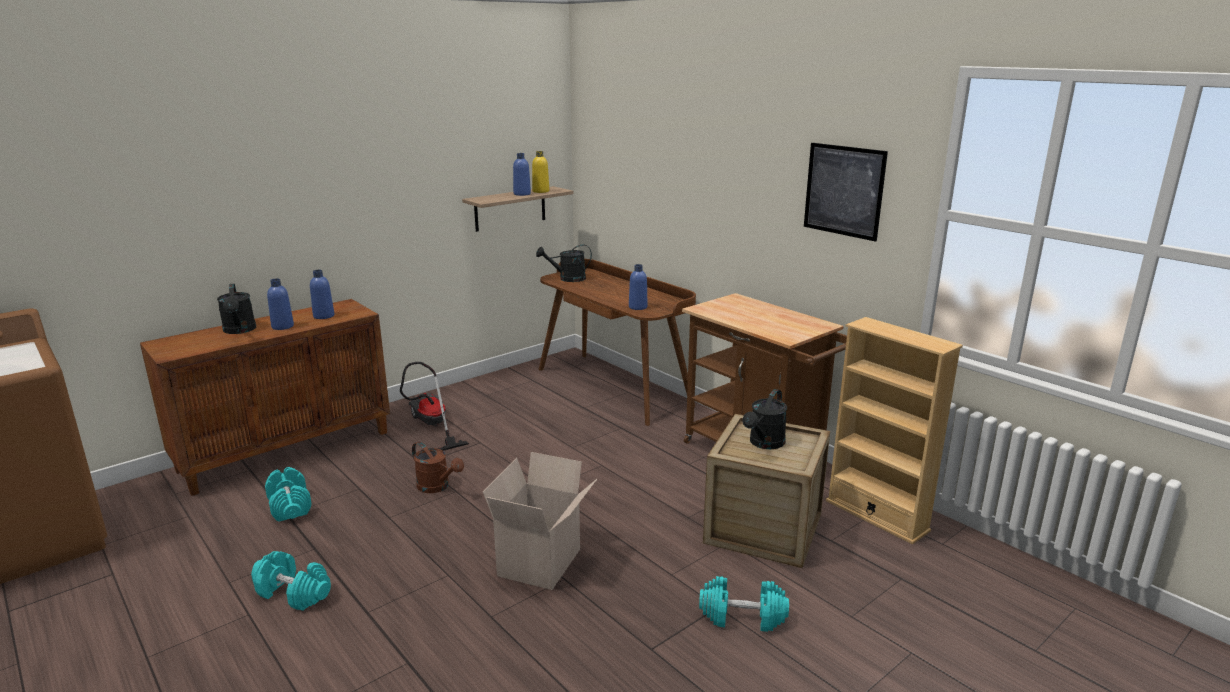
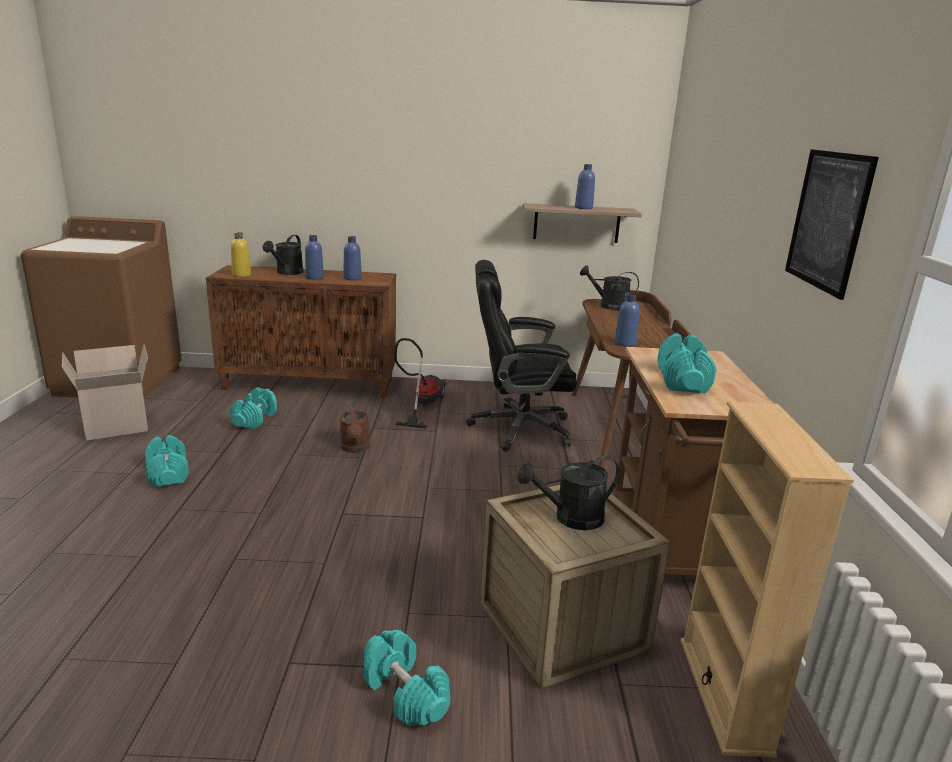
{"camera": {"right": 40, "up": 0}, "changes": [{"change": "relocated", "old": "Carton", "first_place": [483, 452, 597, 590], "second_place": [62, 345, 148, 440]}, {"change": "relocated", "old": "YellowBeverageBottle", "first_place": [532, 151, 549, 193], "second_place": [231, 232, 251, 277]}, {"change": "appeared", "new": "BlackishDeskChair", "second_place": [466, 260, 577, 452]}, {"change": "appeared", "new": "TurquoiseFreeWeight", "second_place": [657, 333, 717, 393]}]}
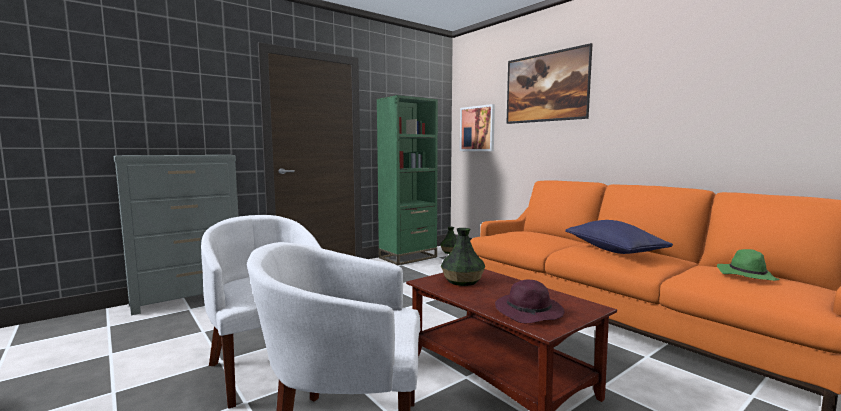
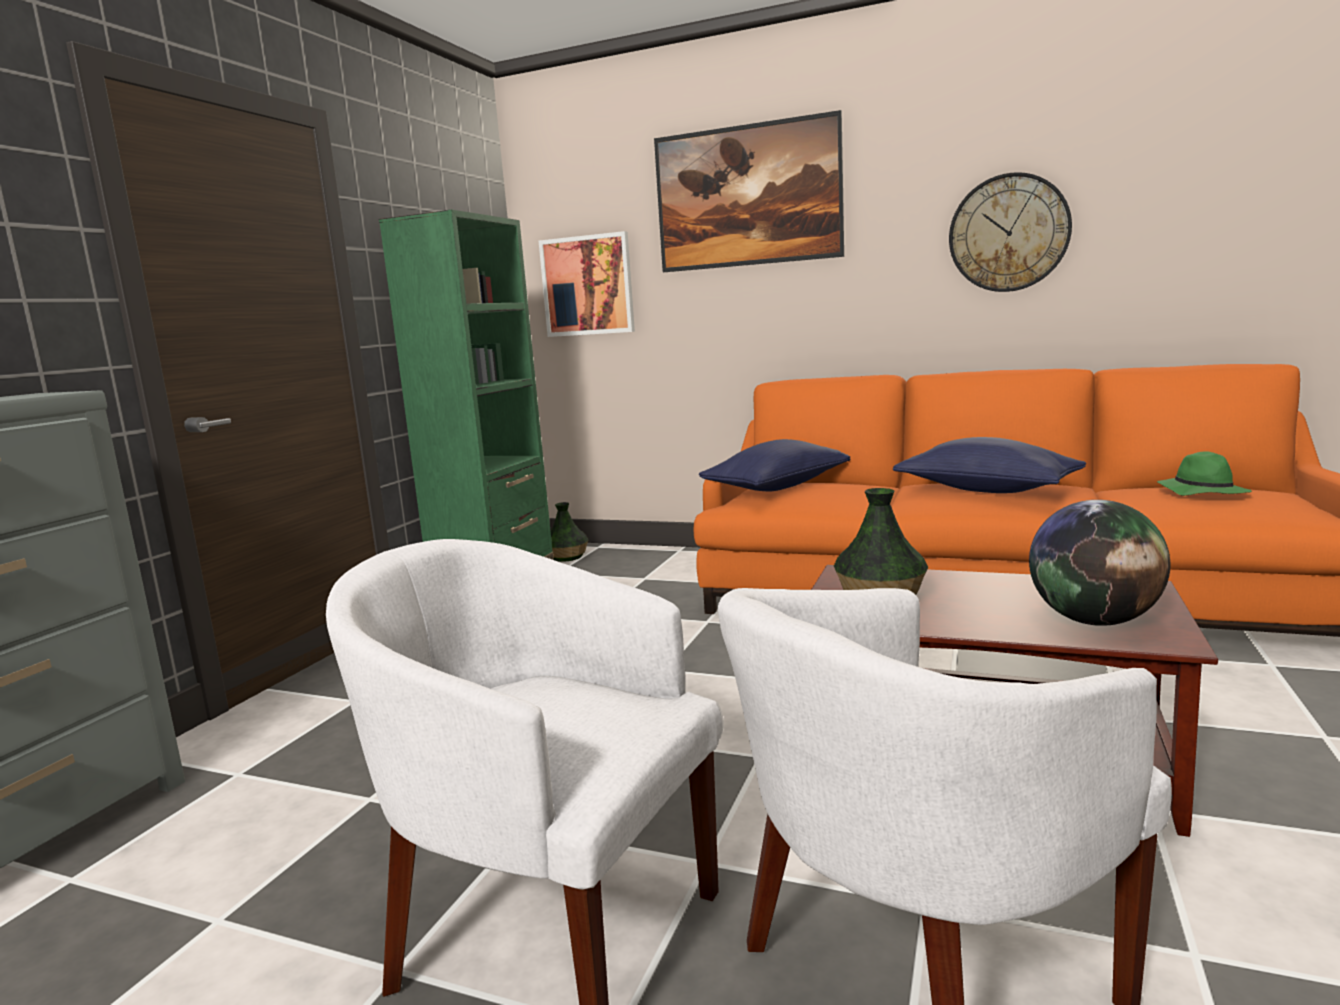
{"camera": {"right": -30, "up": 5}, "changes": [{"change": "appeared", "new": "BlueColouredCushion", "second_place": [699, 439, 850, 491]}, {"change": "appeared", "new": "WallClock", "second_place": [949, 172, 1072, 292]}, {"change": "exchanged", "old": "PurpleColouredWearableHat", "new": "WorldGlobe", "first_place": [495, 280, 564, 323], "second_place": [1029, 500, 1170, 626]}]}
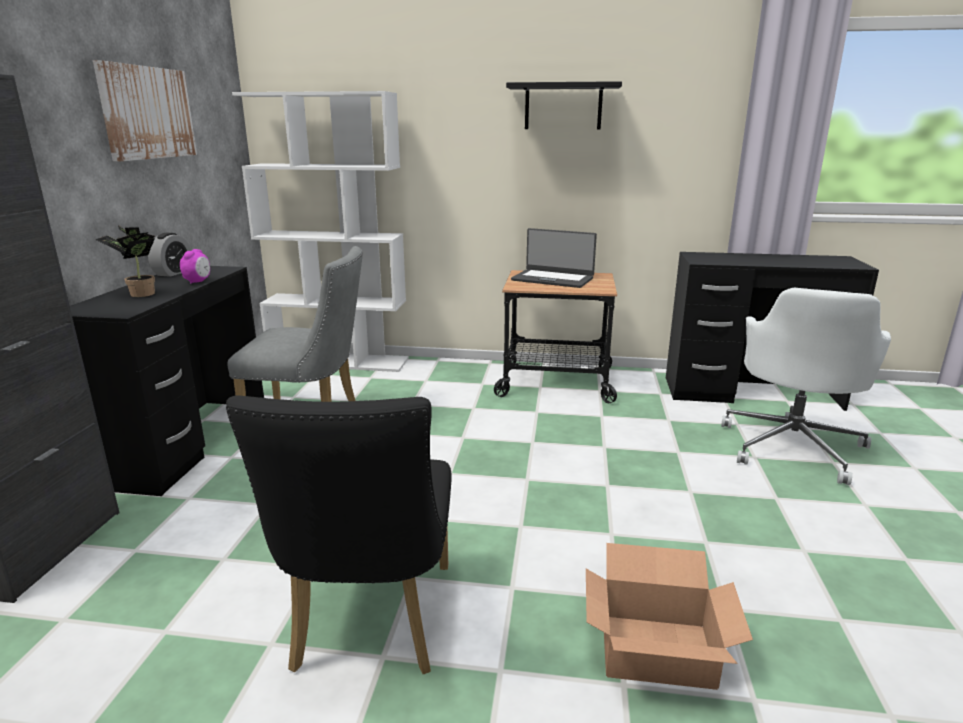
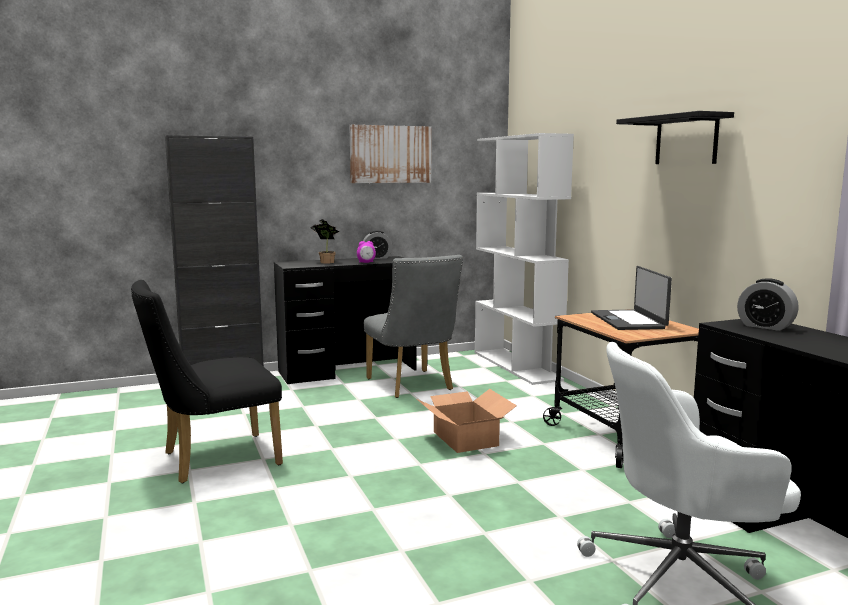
{"camera": {"right": 60, "up": -10}, "changes": [{"change": "relocated", "old": "Carton", "first_place": [586, 543, 753, 690], "second_place": [417, 389, 517, 453]}, {"change": "appeared", "new": "TableClock", "second_place": [737, 278, 799, 331]}]}
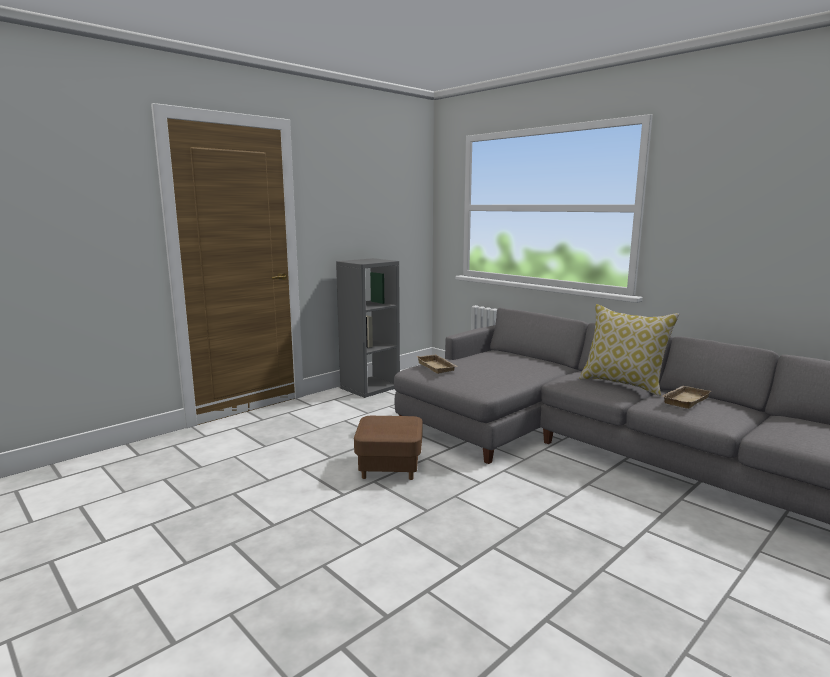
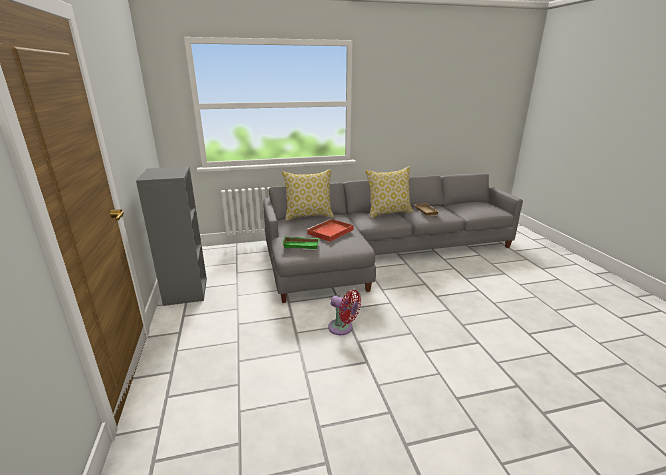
{"camera": {"right": -60, "up": 10}, "changes": [{"change": "appeared", "new": "Cushion", "second_place": [282, 169, 334, 221]}, {"change": "colour", "old": "SandColouredTray", "new": "GreenTray", "first_place": [416, 354, 458, 374], "second_place": [282, 237, 320, 249]}, {"change": "appeared", "new": "RedColouredTray", "second_place": [306, 219, 354, 242]}, {"change": "exchanged", "old": "BrownishPouffe", "new": "RedColouredElectricFan", "first_place": [354, 416, 423, 480], "second_place": [328, 290, 361, 335]}]}
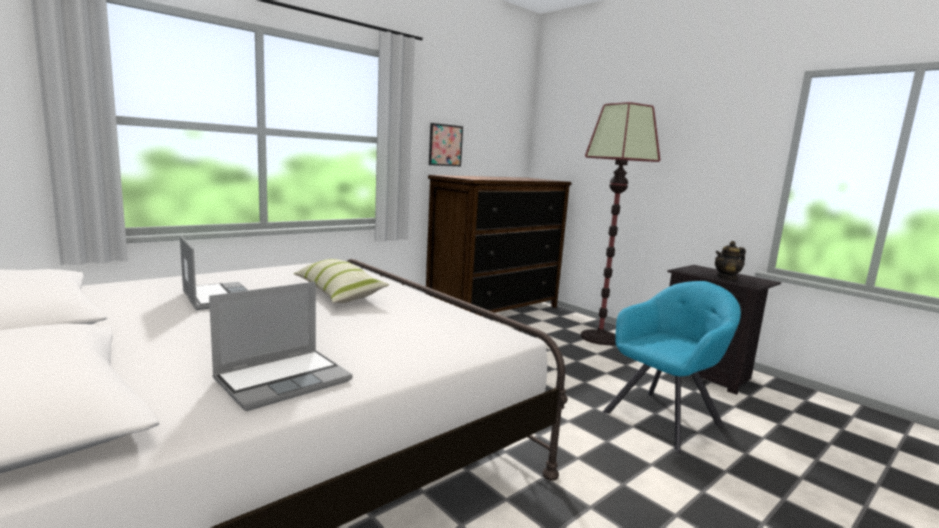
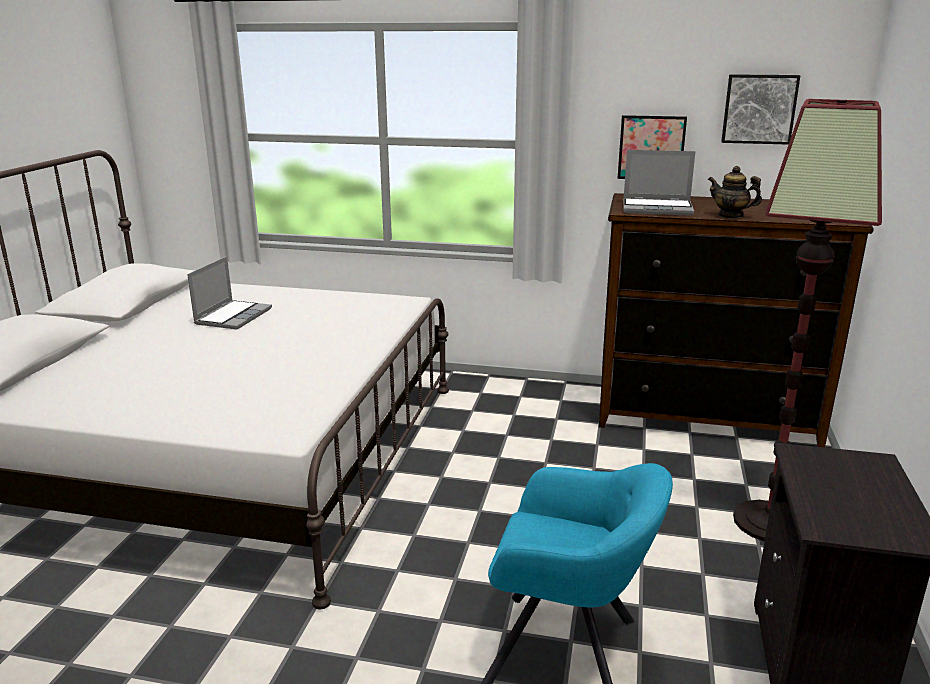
{"camera": {"right": 55, "up": 10}, "changes": [{"change": "relocated", "old": "PortableComputer", "first_place": [209, 282, 352, 411], "second_place": [623, 150, 695, 216]}, {"change": "relocated", "old": "TeaPot", "first_place": [715, 241, 746, 280], "second_place": [708, 166, 762, 219]}, {"change": "appeared", "new": "WallArt", "second_place": [721, 74, 800, 145]}, {"change": "missing", "old": "Cushion", "first_place": [294, 259, 389, 303]}]}
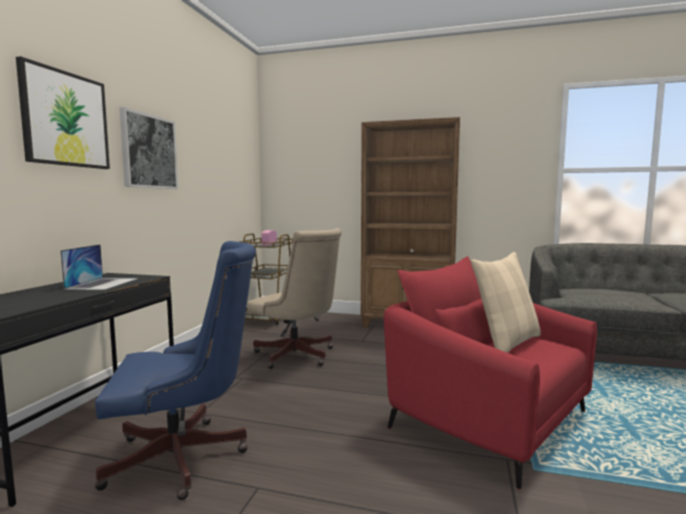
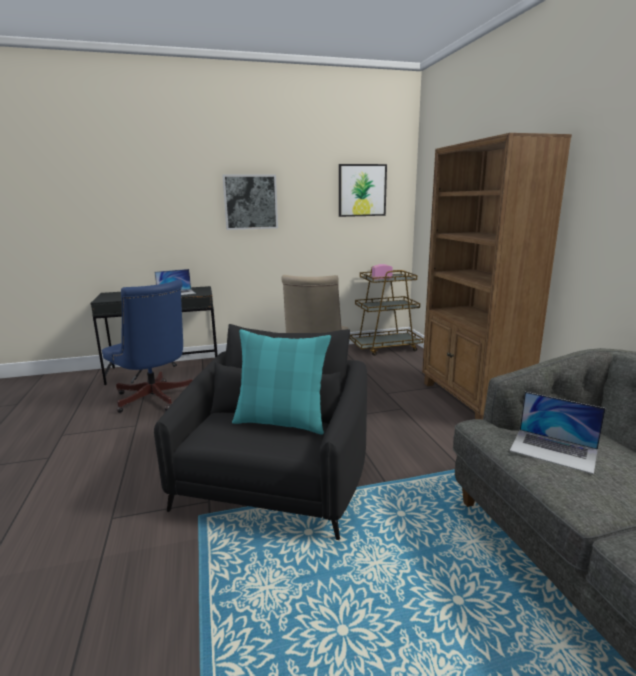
{"camera": {"right": 60, "up": 10}, "changes": [{"change": "colour", "old": "RedColouredLoungeChair", "new": "BlackishLoungeChair", "first_place": [384, 256, 597, 490], "second_place": [154, 324, 367, 540]}, {"change": "colour", "old": "SandColouredCushion", "new": "TurquoiseCushion", "first_place": [471, 252, 541, 353], "second_place": [232, 329, 331, 435]}, {"change": "relocated", "old": "WallArt", "first_place": [16, 56, 110, 169], "second_place": [339, 164, 387, 217]}, {"change": "appeared", "new": "PortableComputer", "second_place": [510, 392, 606, 474]}]}
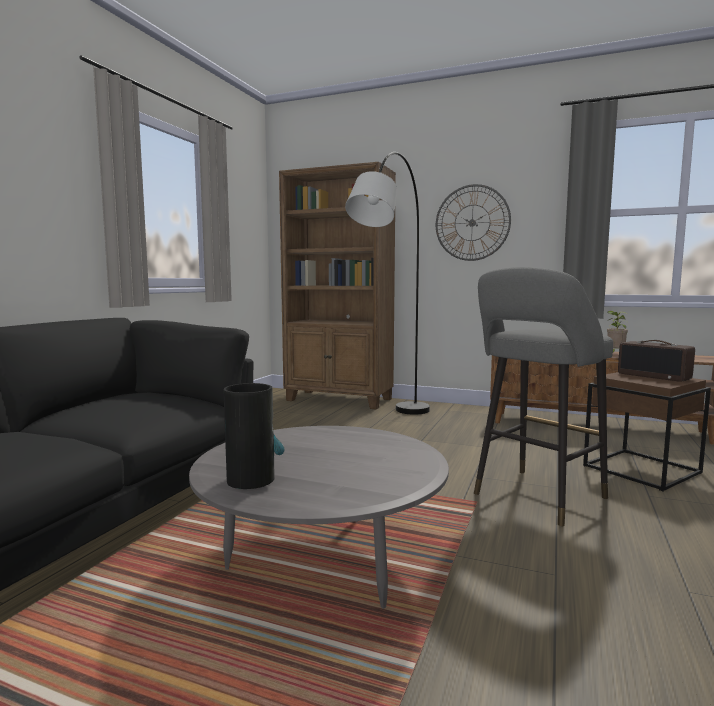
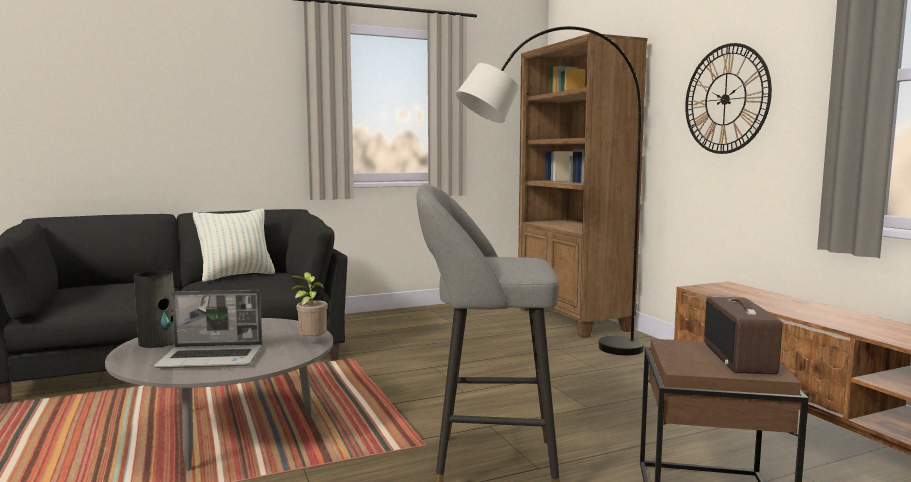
{"camera": {"right": 45, "up": 0}, "changes": [{"change": "appeared", "new": "PortableComputer", "second_place": [154, 290, 262, 368]}, {"change": "appeared", "new": "Cushion", "second_place": [193, 209, 275, 282]}, {"change": "relocated", "old": "PlantInAPot", "first_place": [607, 311, 628, 352], "second_place": [290, 272, 328, 340]}]}
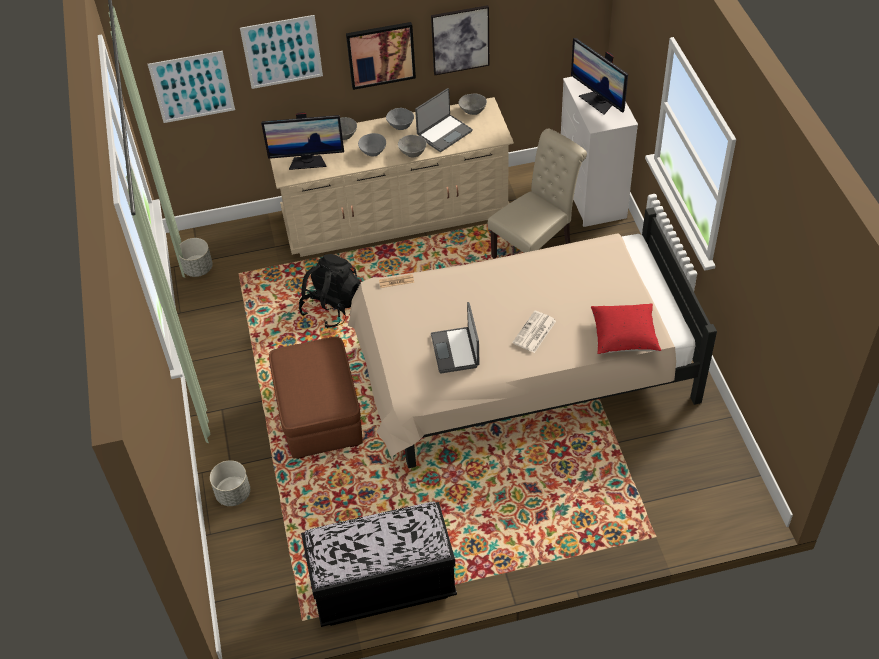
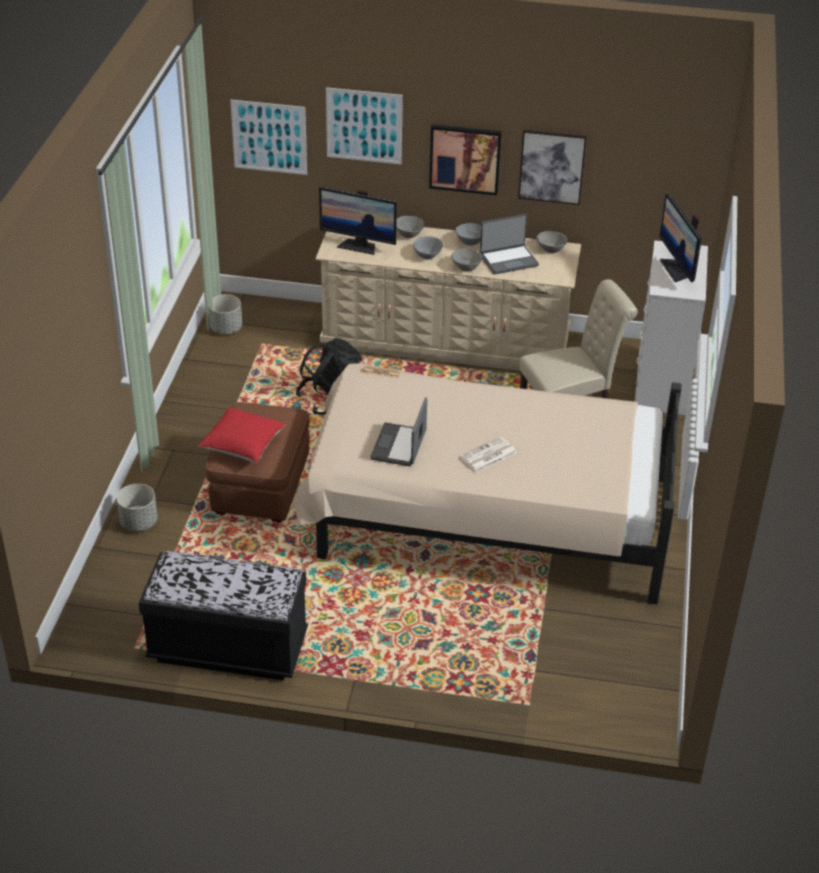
{"camera": {"right": 20, "up": -10}, "changes": [{"change": "relocated", "old": "RedColouredCushion", "first_place": [591, 303, 661, 354], "second_place": [198, 408, 286, 463]}]}
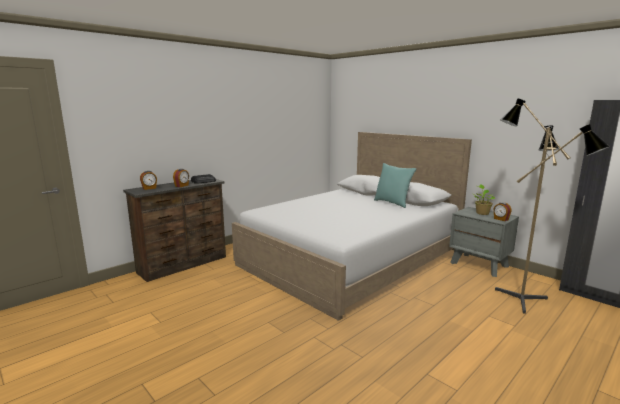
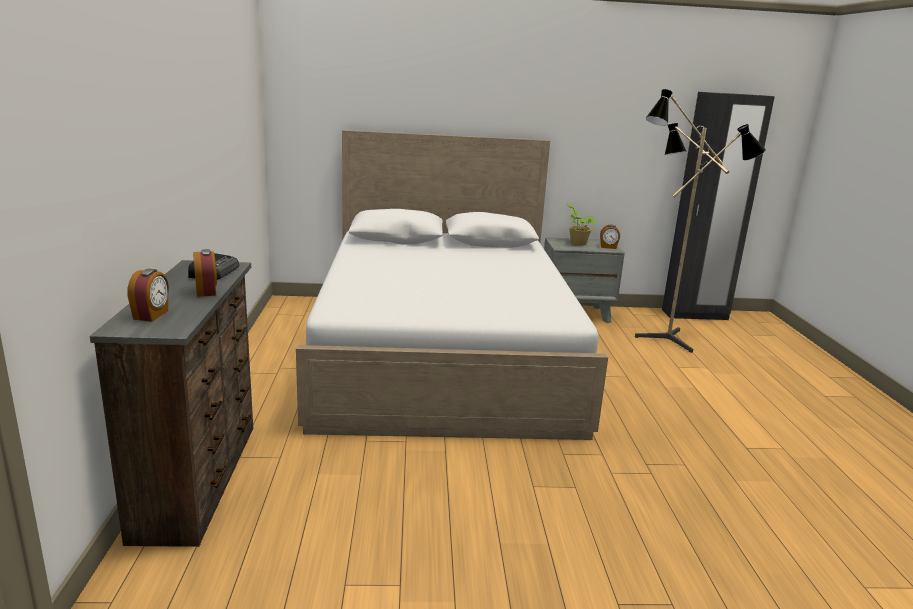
{"camera": {"right": -50, "up": 5}, "changes": [{"change": "missing", "old": "TurquoiseCushion", "first_place": [374, 163, 416, 208]}]}
